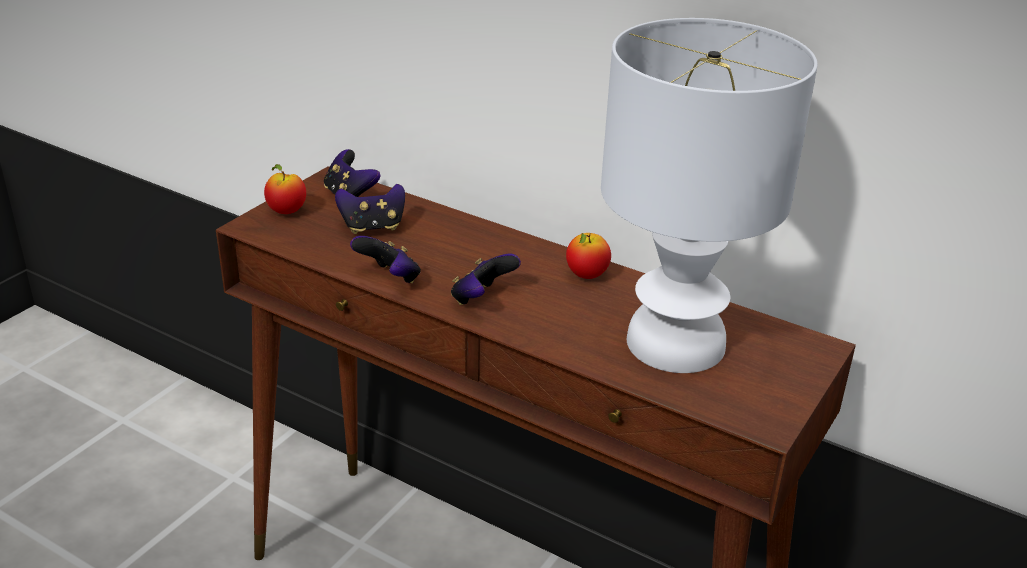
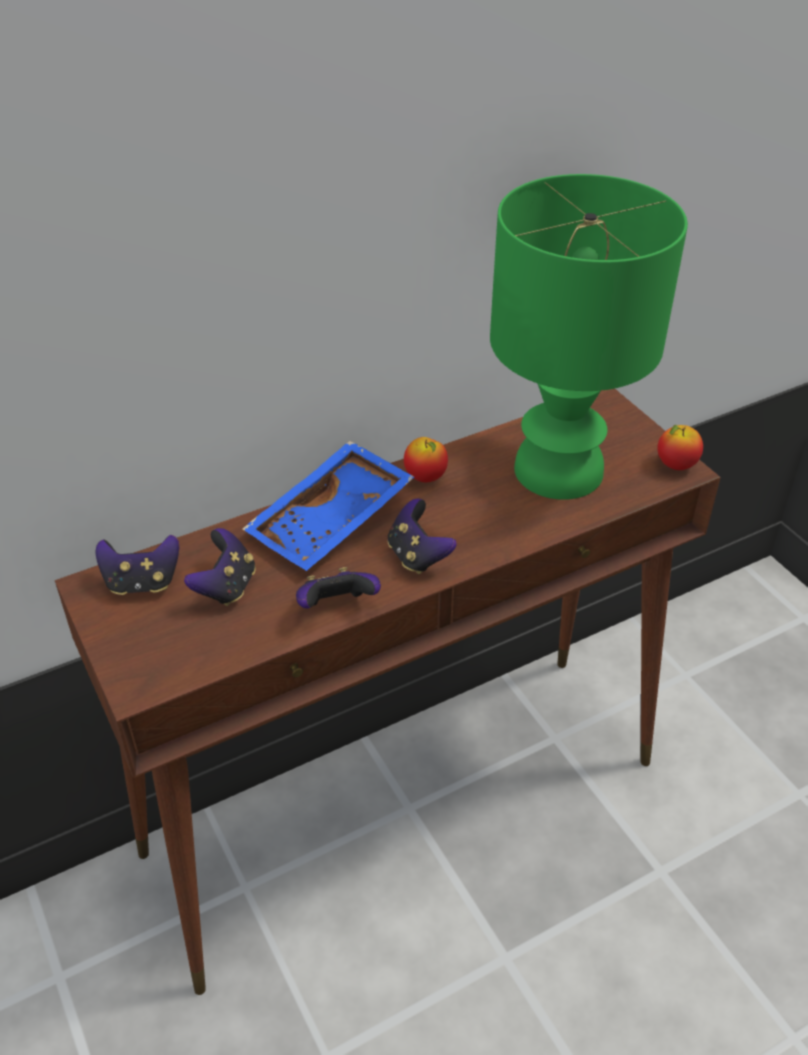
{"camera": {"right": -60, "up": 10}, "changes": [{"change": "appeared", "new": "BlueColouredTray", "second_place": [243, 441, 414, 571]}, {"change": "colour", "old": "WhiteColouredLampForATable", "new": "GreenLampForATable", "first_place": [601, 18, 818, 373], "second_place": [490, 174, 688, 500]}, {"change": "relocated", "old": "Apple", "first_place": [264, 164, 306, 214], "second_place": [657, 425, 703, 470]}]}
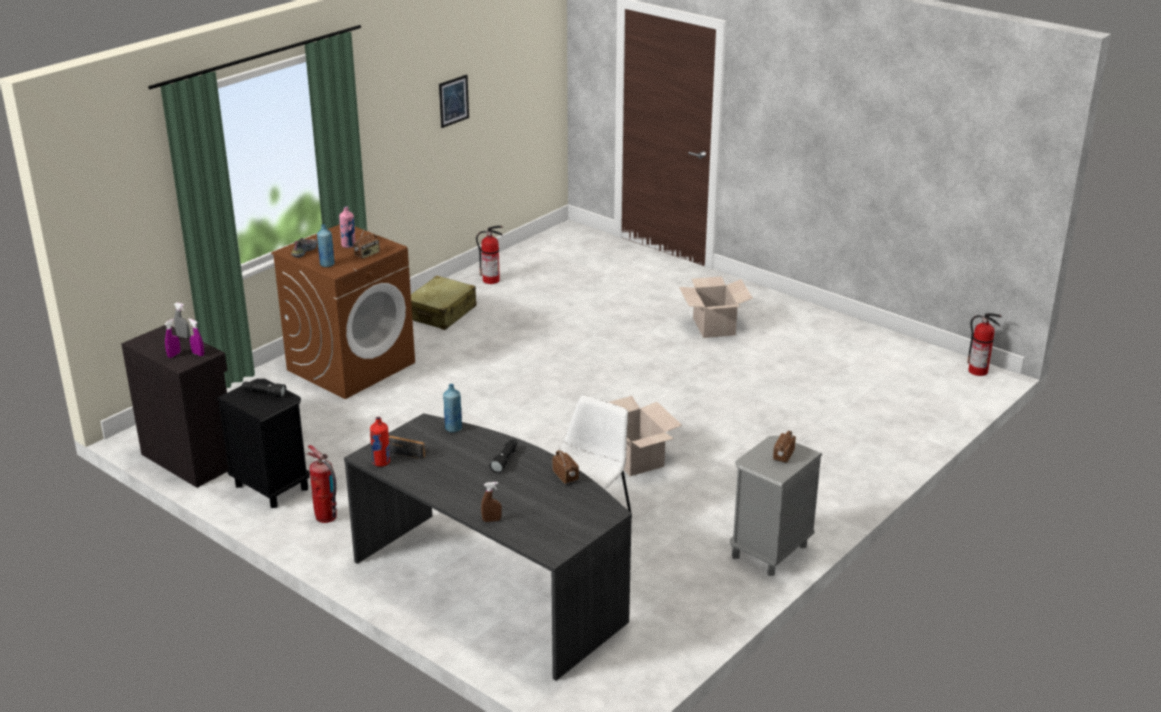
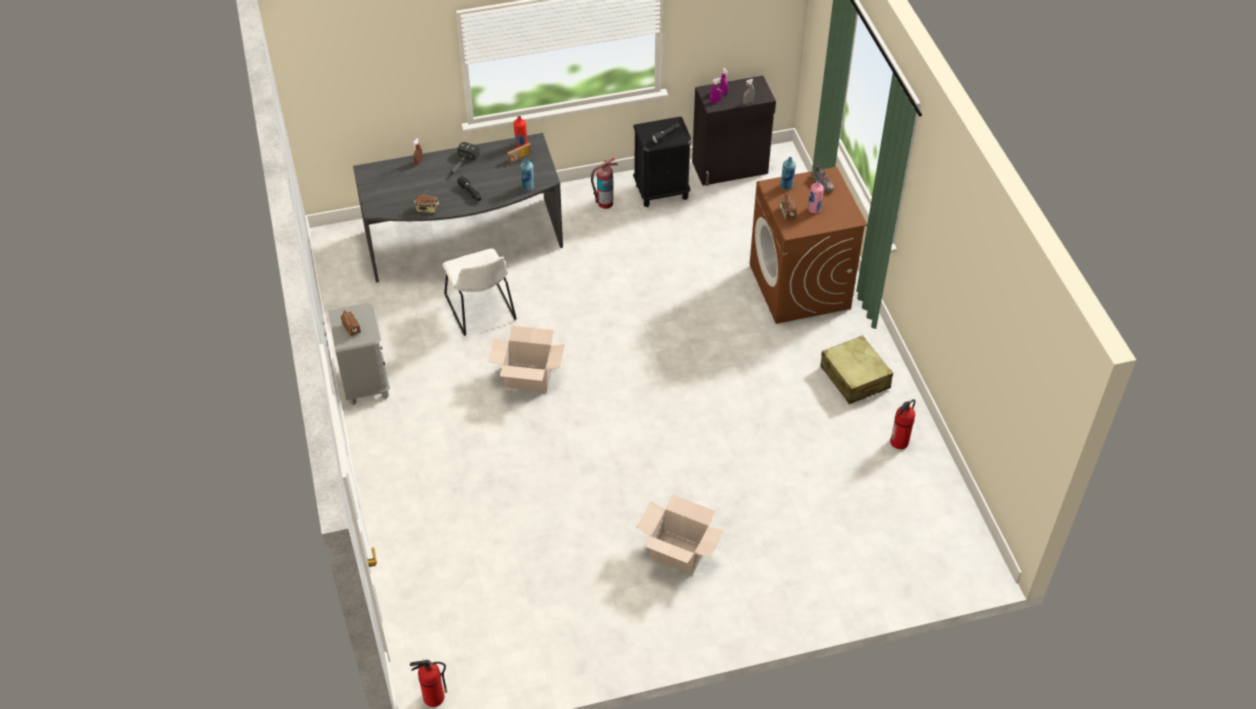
{"camera": {"right": 125, "up": 20}, "changes": [{"change": "appeared", "new": "Hammer", "second_place": [450, 142, 479, 175]}, {"change": "missing", "old": "WallArt", "first_place": [439, 74, 469, 128]}]}
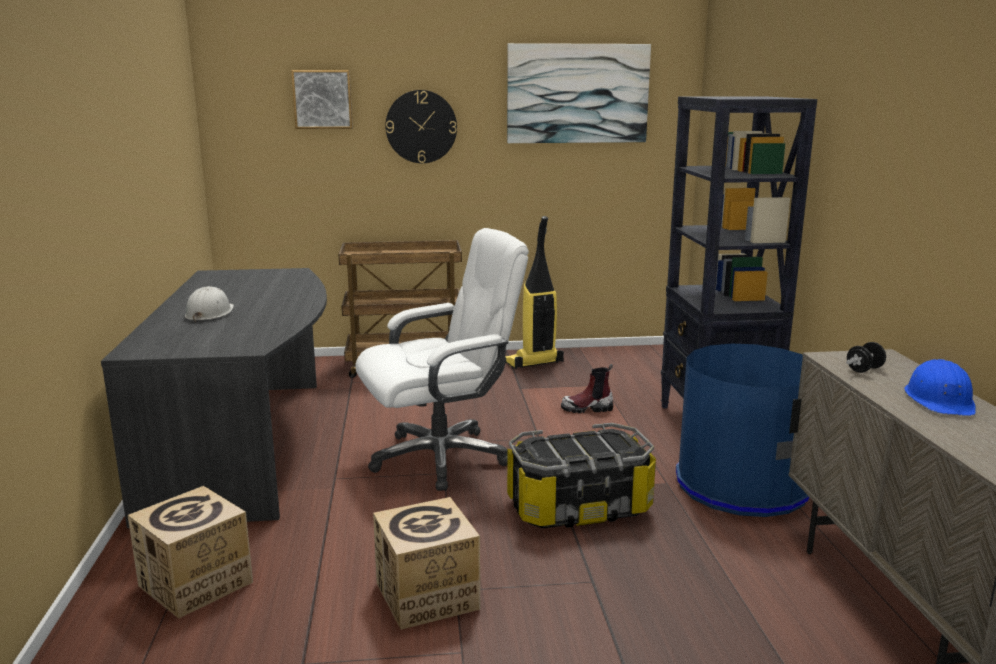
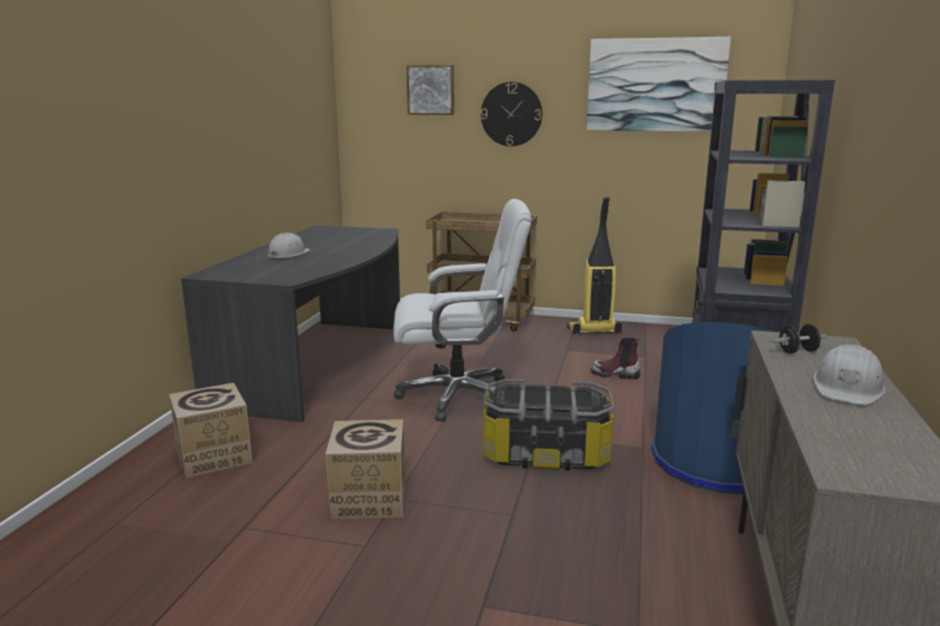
{"camera": {"right": 20, "up": 0}, "changes": [{"change": "colour", "old": "BlueColouredWorkHelmet", "new": "WhiteColouredWorkHelmet", "first_place": [904, 359, 976, 416], "second_place": [813, 344, 885, 405]}]}
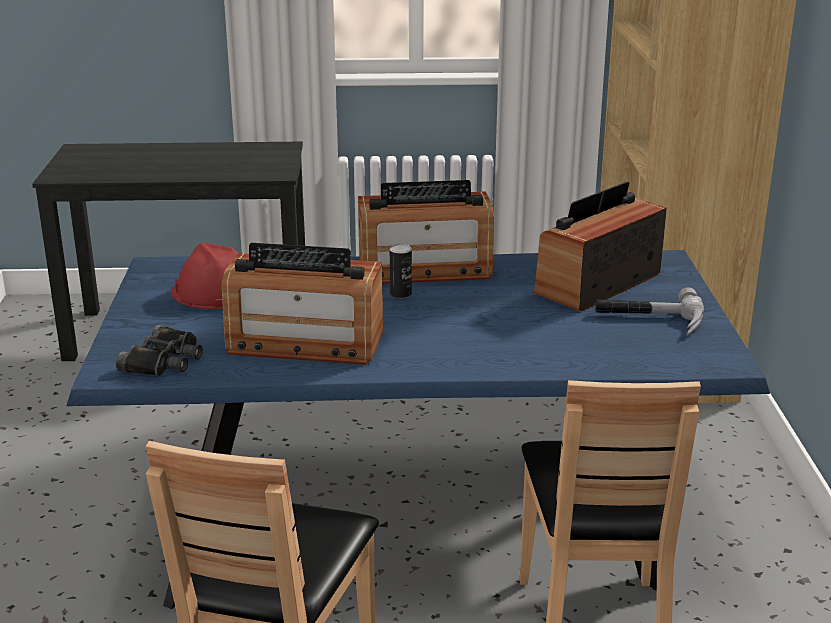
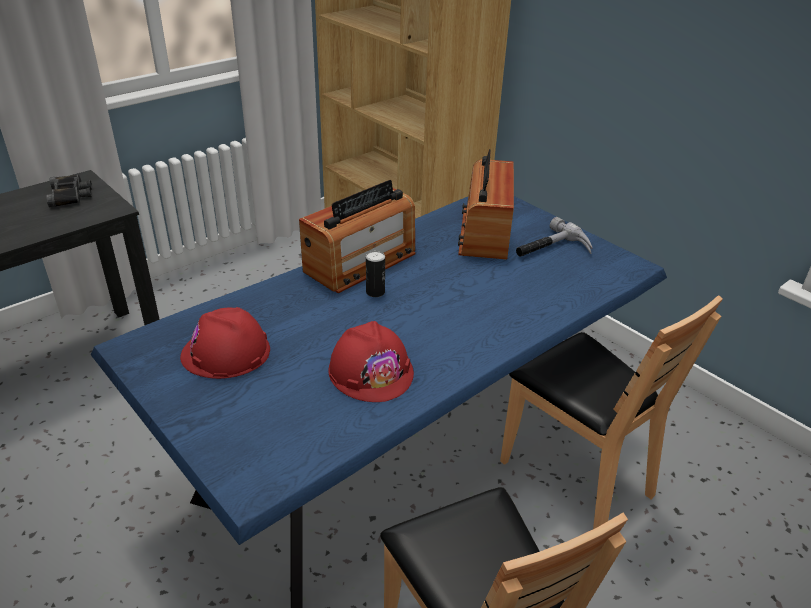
{"camera": {"right": -40, "up": 10}, "changes": [{"change": "relocated", "old": "BlackishBinoculars", "first_place": [116, 325, 203, 376], "second_place": [46, 175, 92, 207]}, {"change": "exchanged", "old": "Radio", "new": "RedColouredWorkHelmet", "first_place": [222, 243, 383, 365], "second_place": [328, 321, 414, 402]}]}
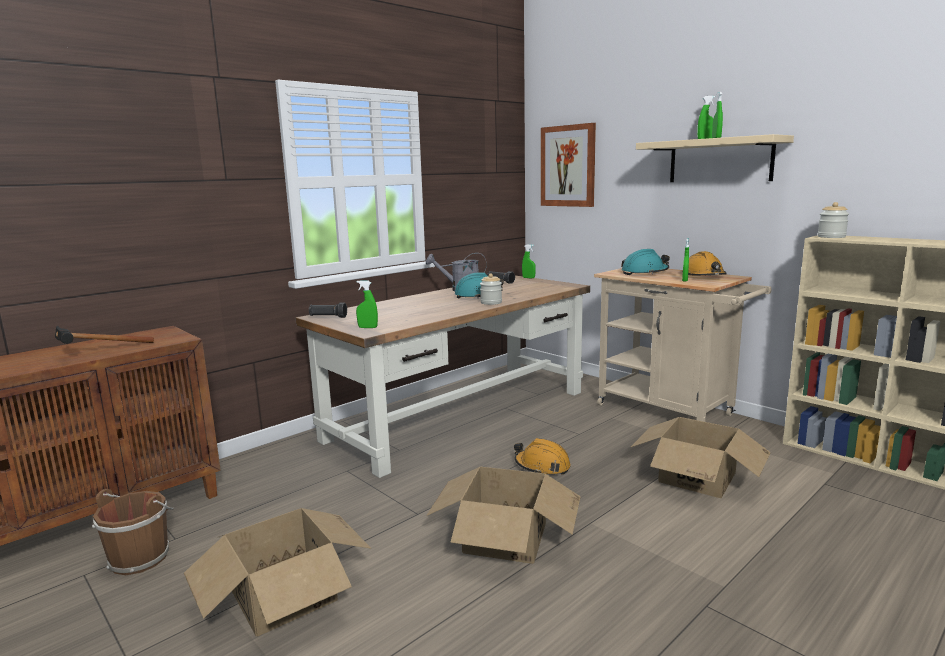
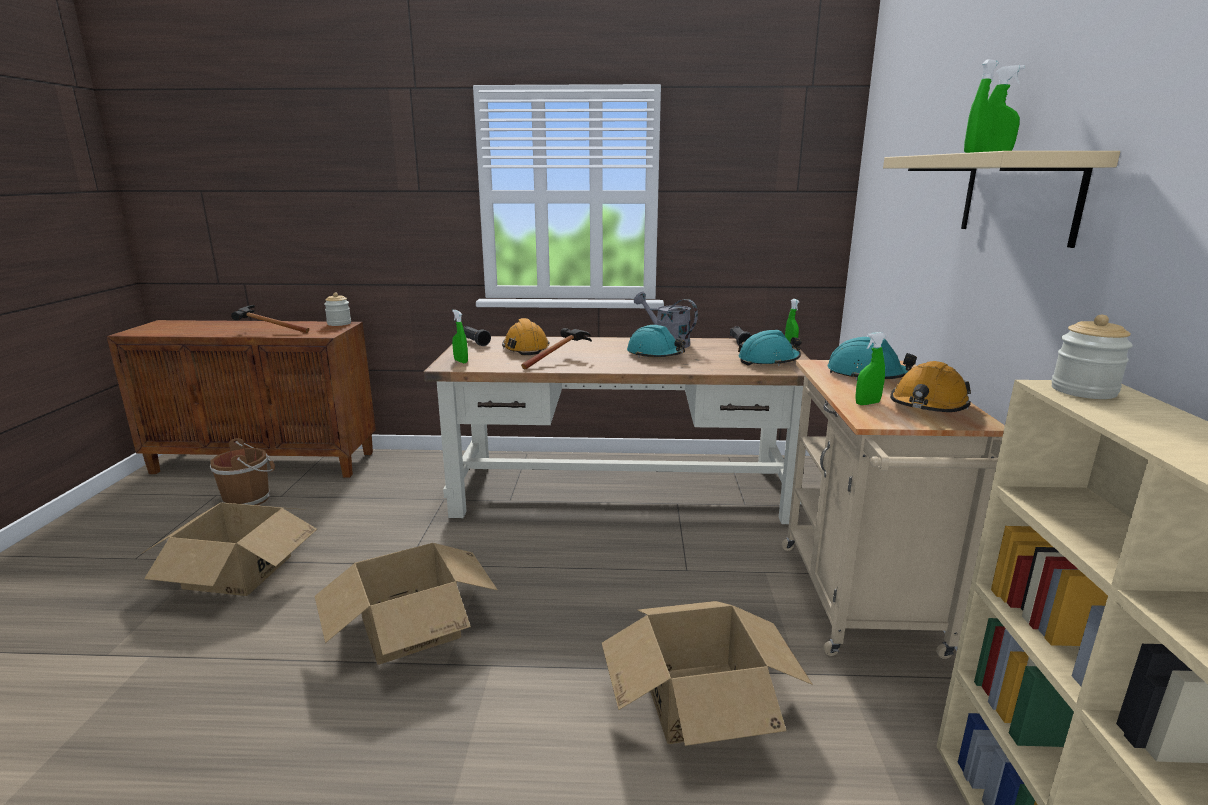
{"camera": {"right": 45, "up": 5}, "changes": [{"change": "relocated", "old": "Jar", "first_place": [480, 274, 502, 305], "second_place": [324, 293, 351, 326]}, {"change": "relocated", "old": "OrangeWorkHelmet", "first_place": [514, 438, 571, 475], "second_place": [502, 318, 550, 355]}, {"change": "appeared", "new": "Hammer", "second_place": [521, 328, 592, 369]}, {"change": "appeared", "new": "TurquoiseWorkHelmet", "second_place": [738, 330, 802, 366]}, {"change": "missing", "old": "WallArt", "first_place": [541, 123, 596, 207]}]}
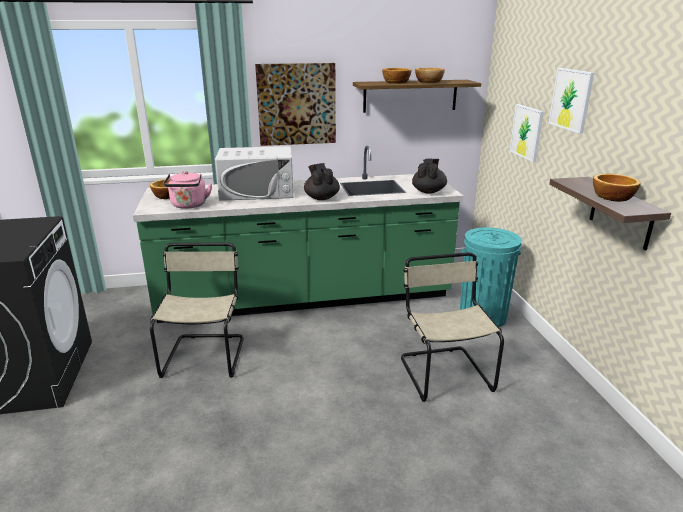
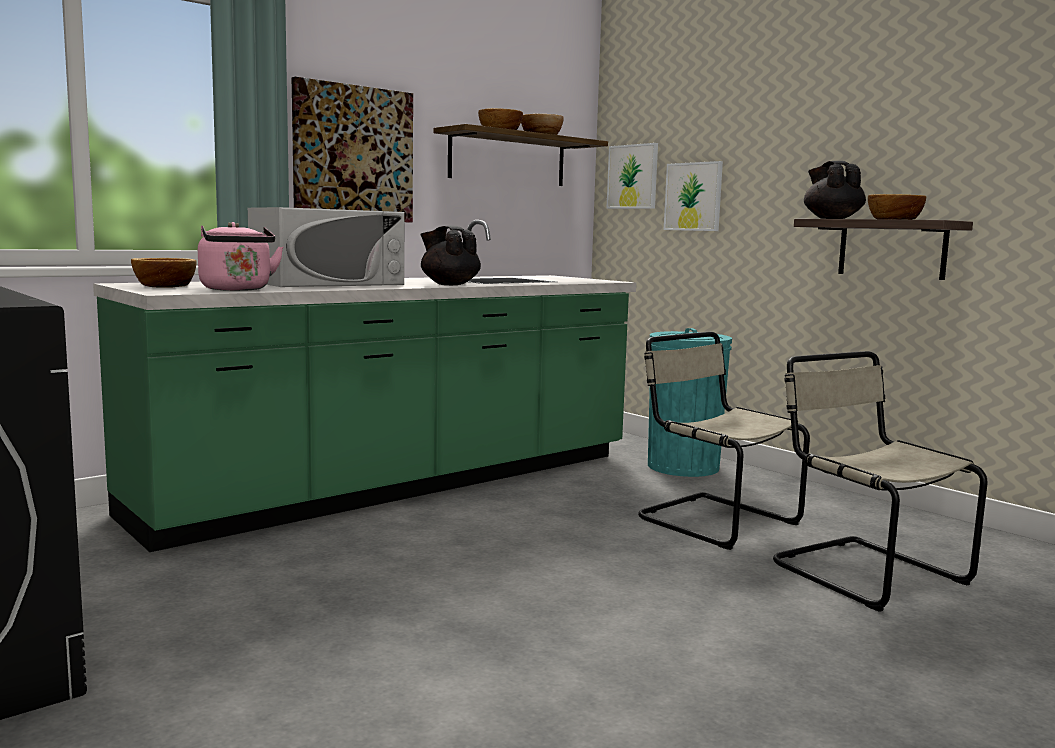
{"camera": {"right": -30, "up": -15}, "changes": [{"change": "relocated", "old": "WallArt", "first_place": [549, 68, 594, 134], "second_place": [606, 143, 658, 209]}, {"change": "relocated", "old": "SandColouredPlainChair", "first_place": [150, 243, 243, 378], "second_place": [773, 351, 988, 612]}, {"change": "relocated", "old": "BlackishTeaPot", "first_place": [412, 159, 447, 194], "second_place": [804, 161, 866, 219]}]}
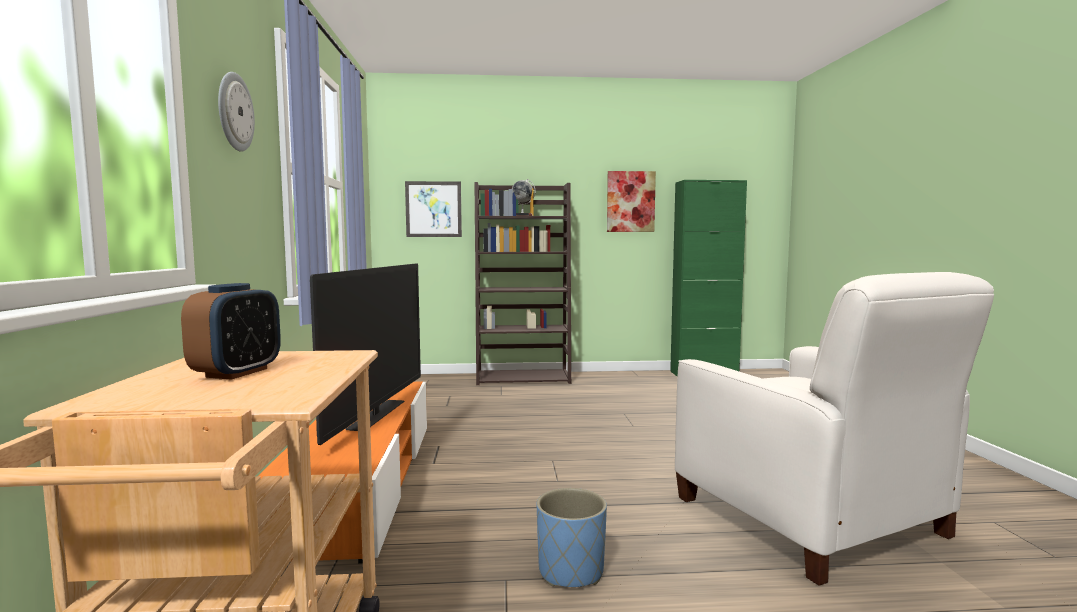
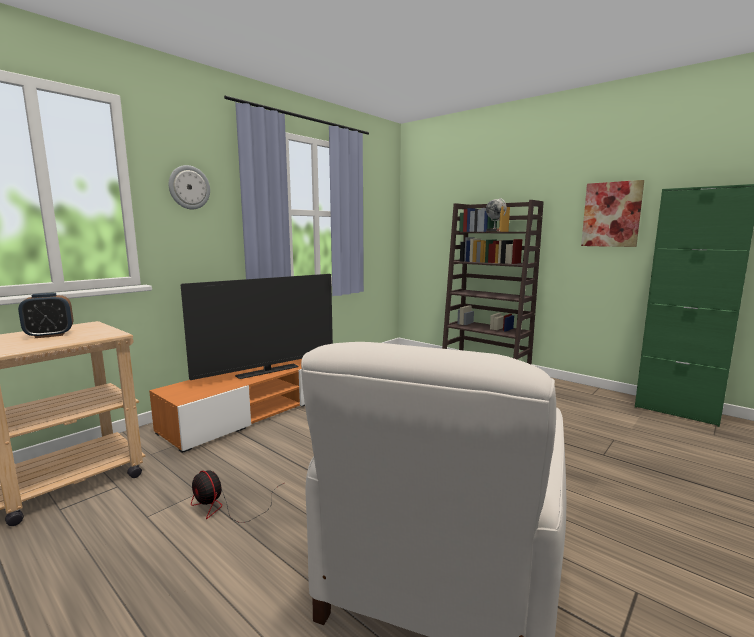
{"camera": {"right": 45, "up": 5}, "changes": [{"change": "exchanged", "old": "BlueColouredPlantPot", "new": "ElectricFan", "first_place": [537, 488, 607, 587], "second_place": [191, 470, 284, 523]}, {"change": "missing", "old": "WallArt", "first_place": [405, 181, 462, 237]}]}
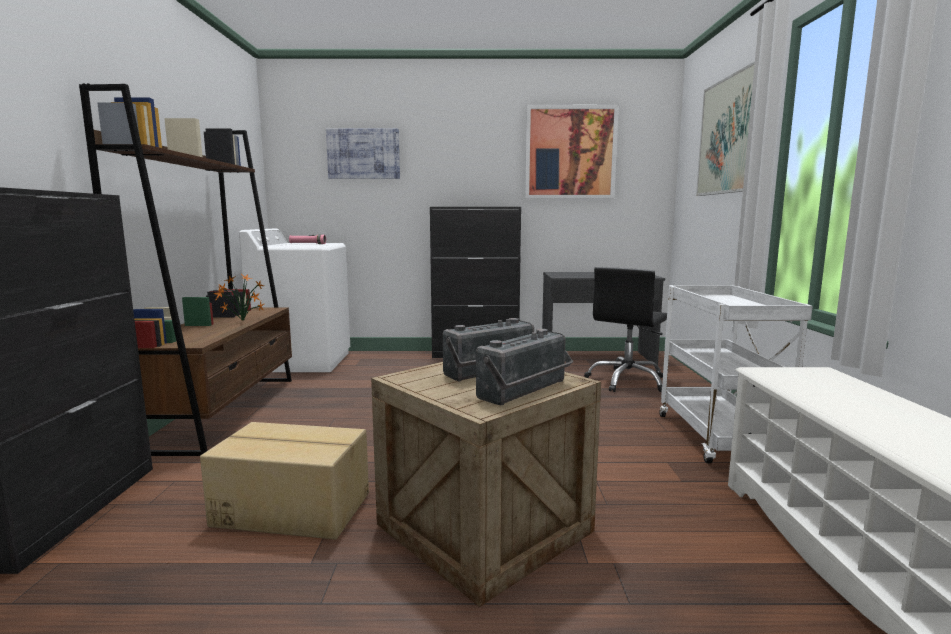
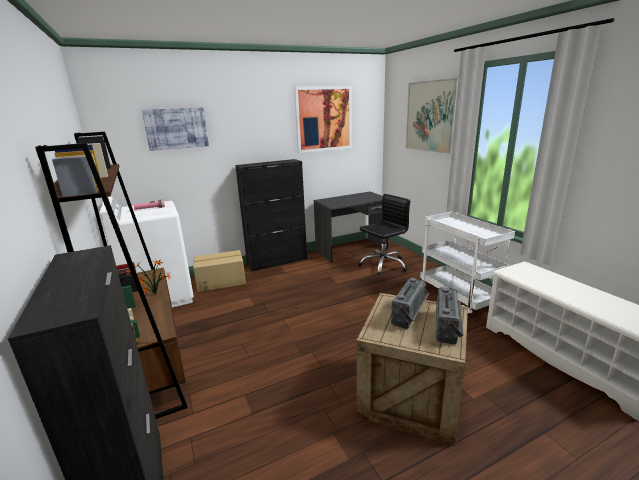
{"camera": {"right": -25, "up": 10}, "changes": [{"change": "relocated", "old": "Carton", "first_place": [200, 422, 369, 540], "second_place": [193, 250, 246, 292]}, {"change": "spun", "old": "BlackishDeskChair", "first_place": [584, 267, 667, 392], "second_place": [358, 194, 410, 276], "degrees": -135}]}
